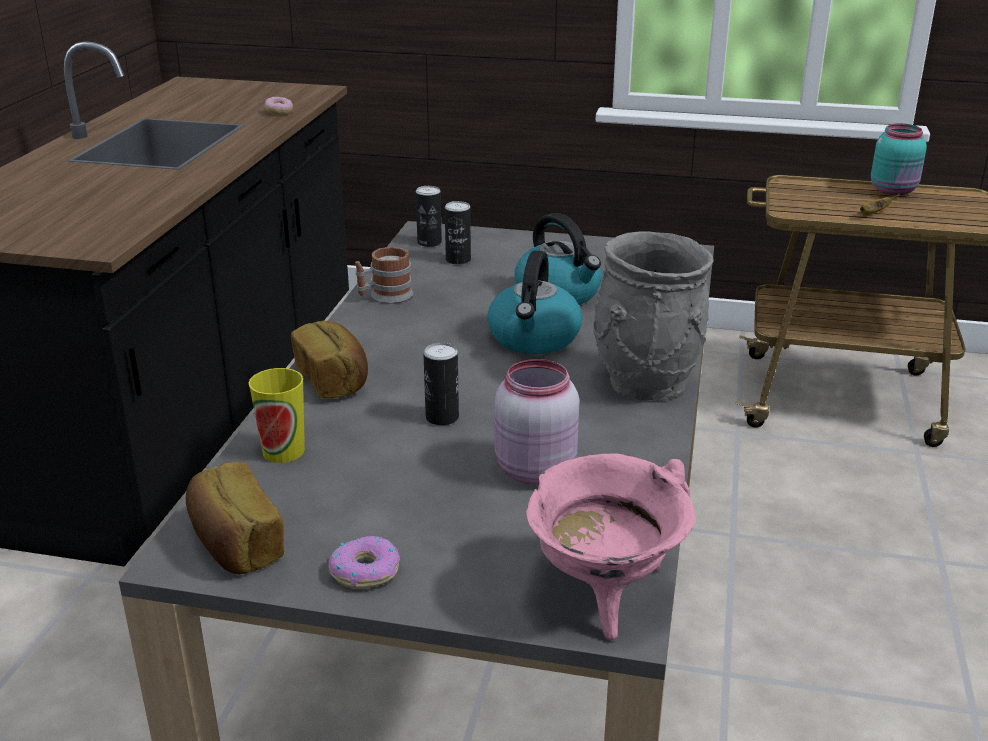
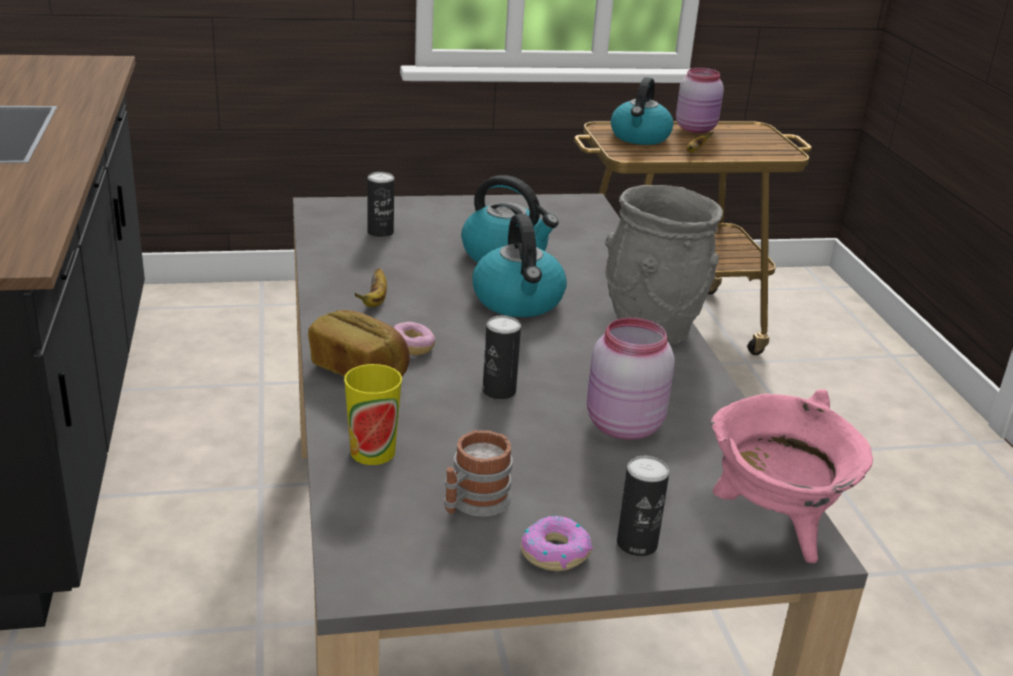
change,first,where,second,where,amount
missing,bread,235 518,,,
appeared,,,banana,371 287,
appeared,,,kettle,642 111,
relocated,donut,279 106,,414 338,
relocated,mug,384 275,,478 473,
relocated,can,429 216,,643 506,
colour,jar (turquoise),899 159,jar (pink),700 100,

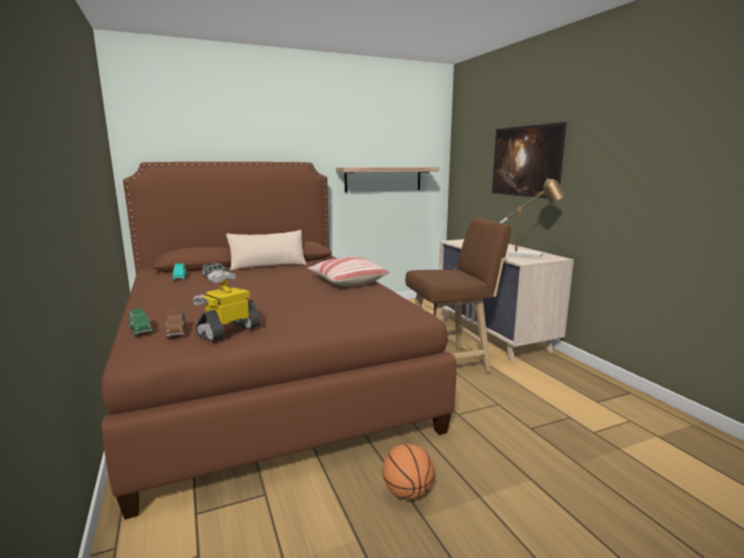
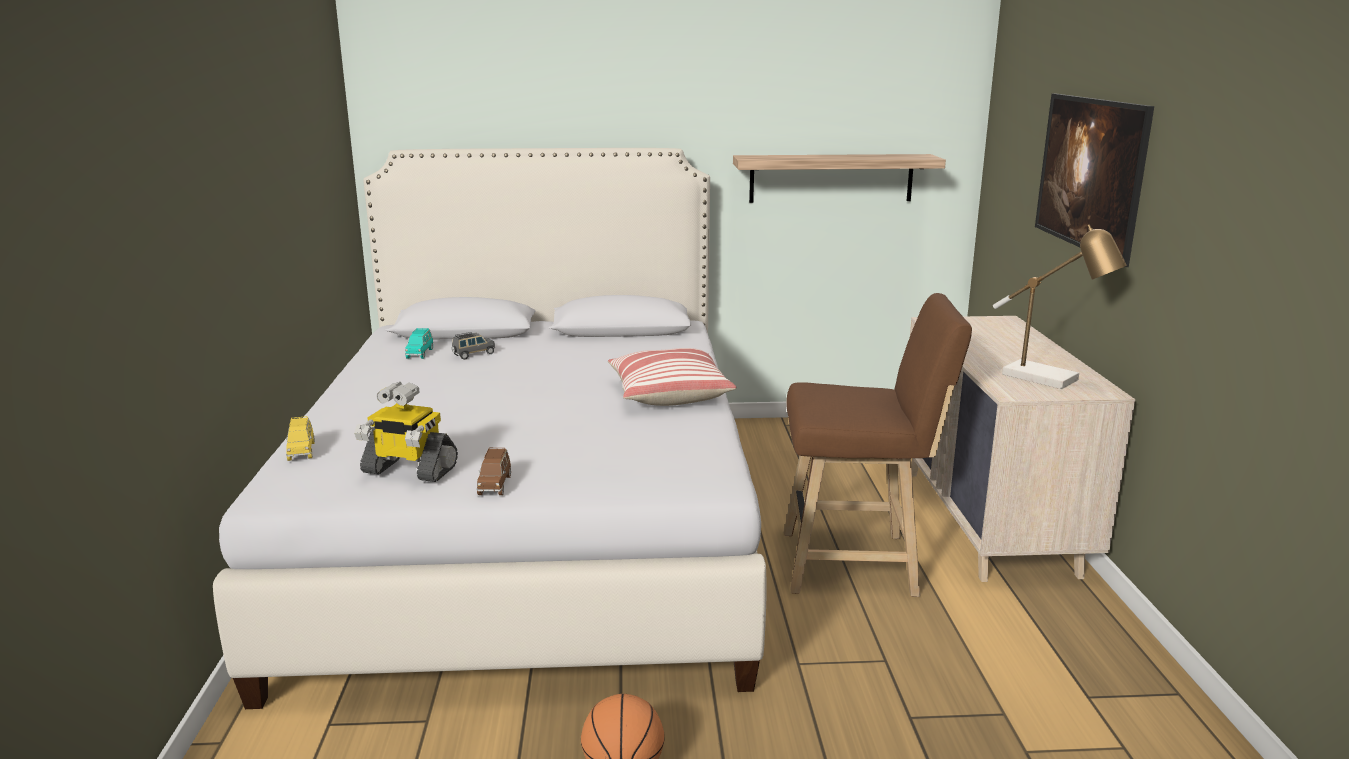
change,first,where,second,where,amount
missing,pillow (beige),266 250,,,
relocated,toy car (brown),176 324,,494 471,
colour,bed (brown),278 341,bed (white),490 428,
colour,toy car (green),141 322,toy car (yellow),300 438,
spun,toy robot,227 305,,406 432,135 degrees counterclockwise

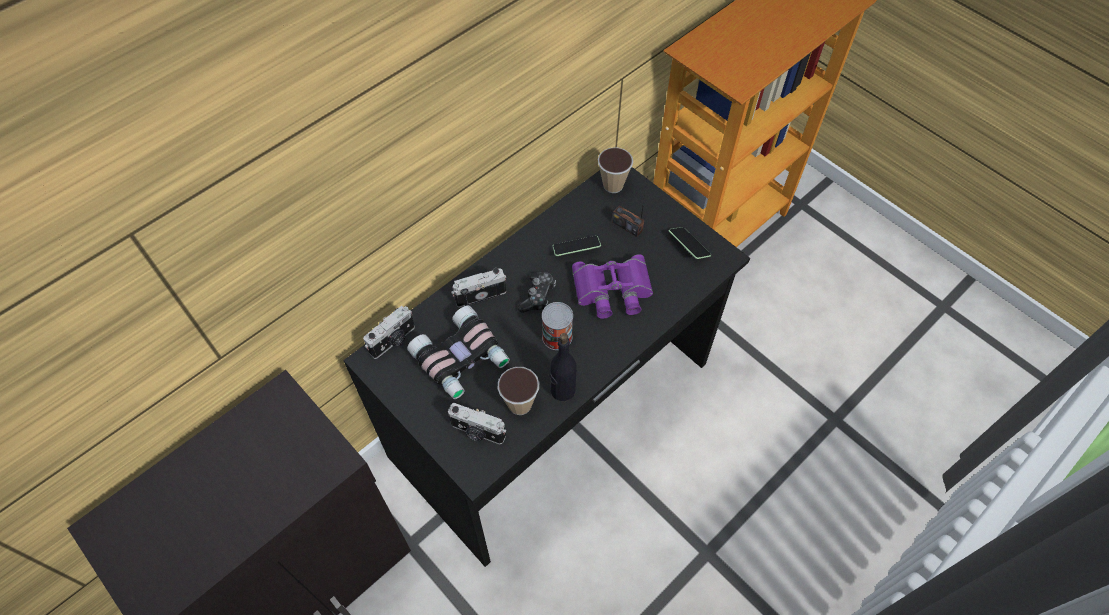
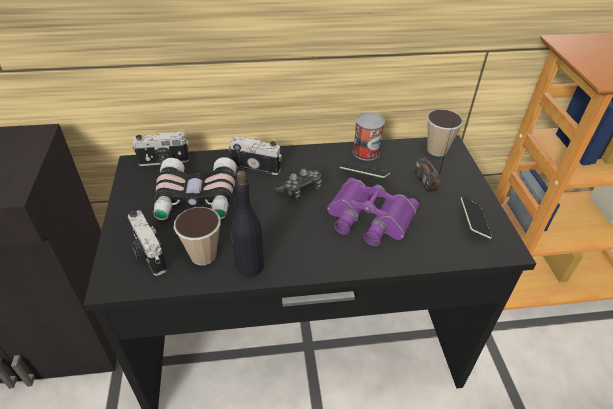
change,first,where,second,where,amount
relocated,can,557 326,,369 137,

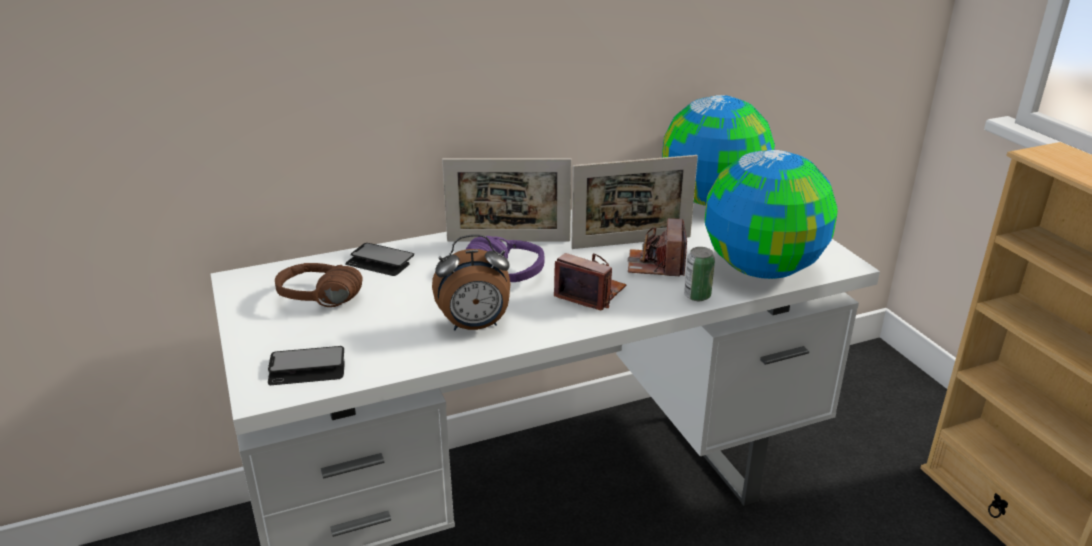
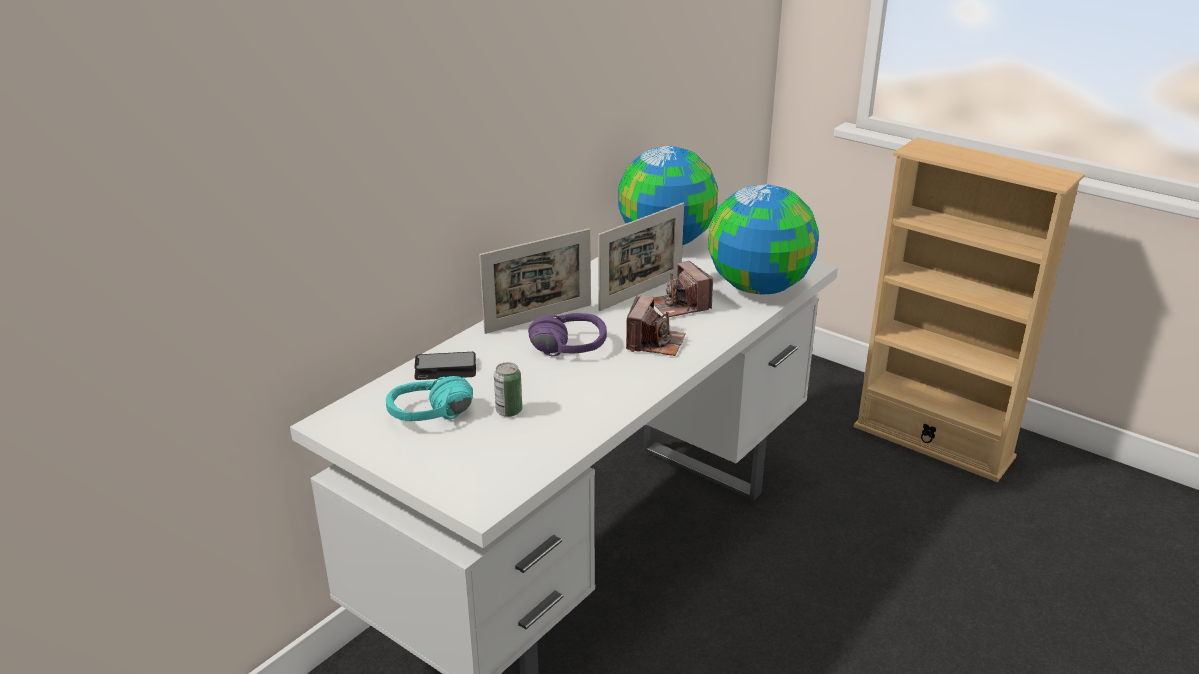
change,first,where,second,where,amount
missing,phone,306 365,,,
missing,alarm clock,471 282,,,
relocated,can,699 274,,508 389,
colour,headphones (brown),319 285,headphones (turquoise),429 398,
spun,photo camera,590 281,,656 325,105 degrees clockwise

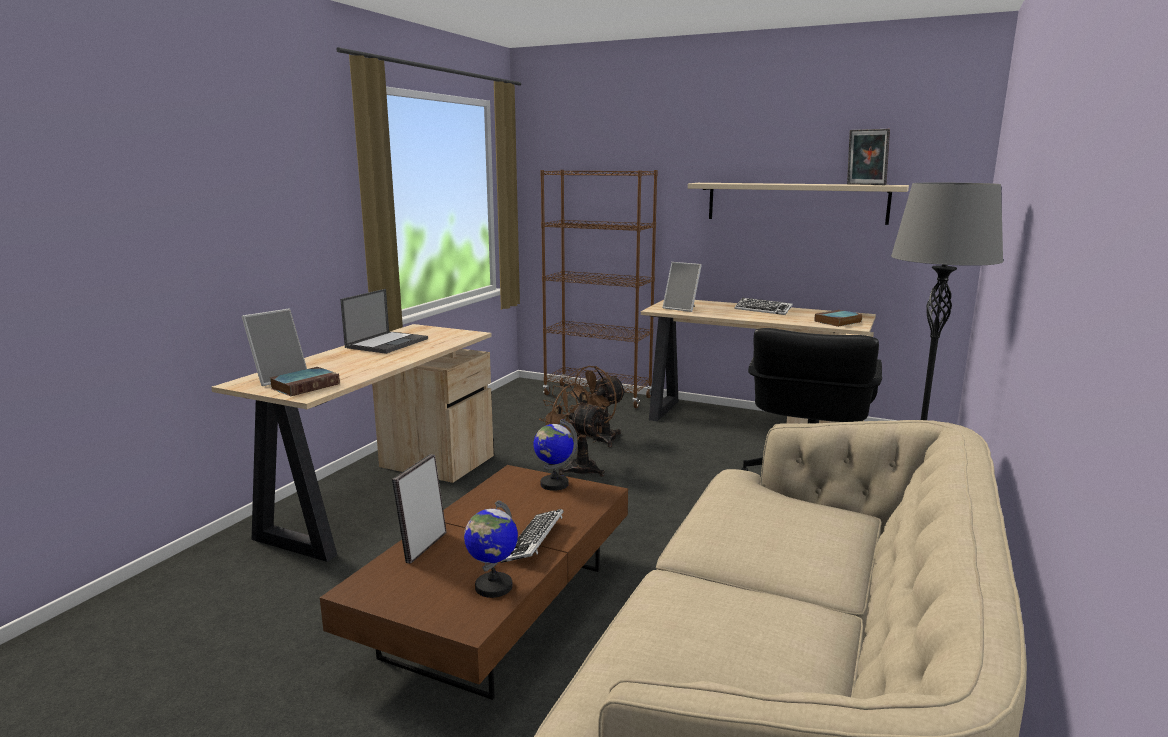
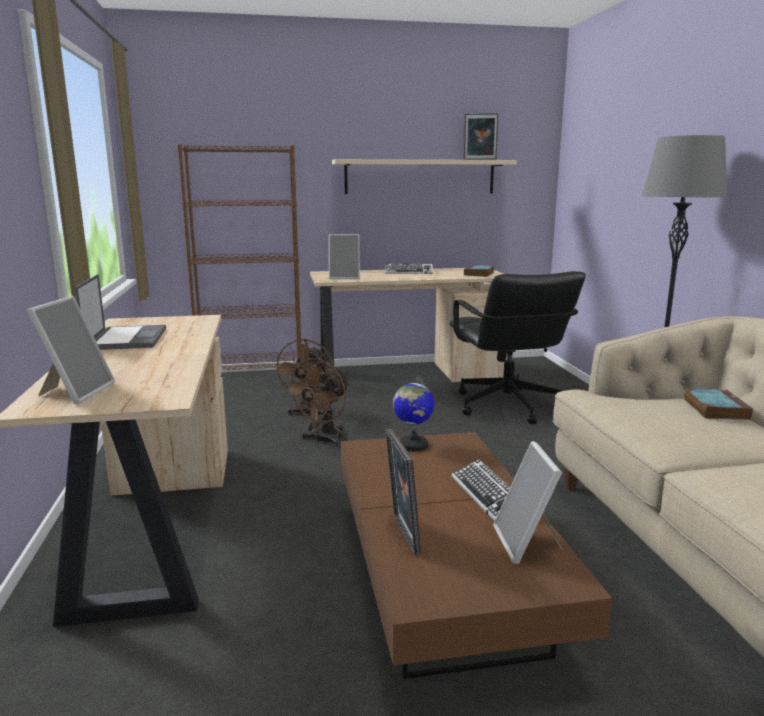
change,first,where,second,where,amount
relocated,book,305 381,,718 404,
exchanged,globe,491 549,picture frame,528 502,
spun,fan (brown),573 429,,316 402,60 degrees counterclockwise

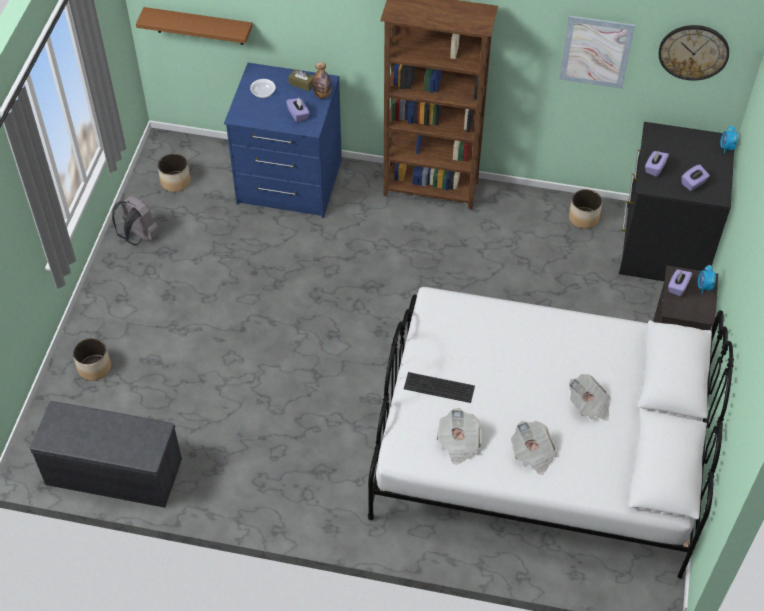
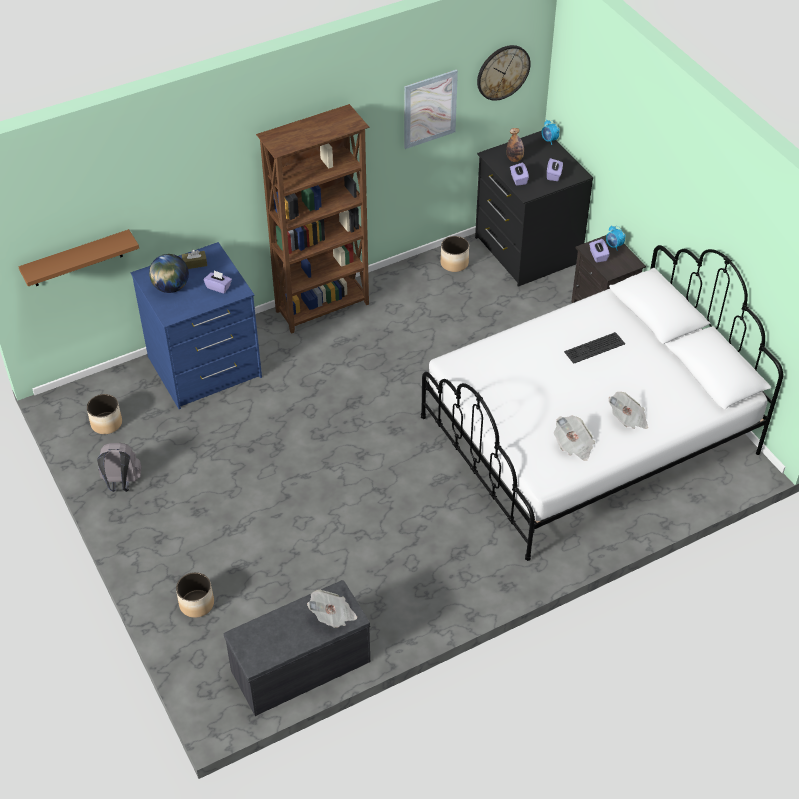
change,first,where,second,where,amount
relocated,bottle,322 80,,515 145,
relocated,keyboard,439 387,,594 348,
relocated,newspaper,589 397,,332 609,
exchanged,bowl,263 88,globe,169 273,

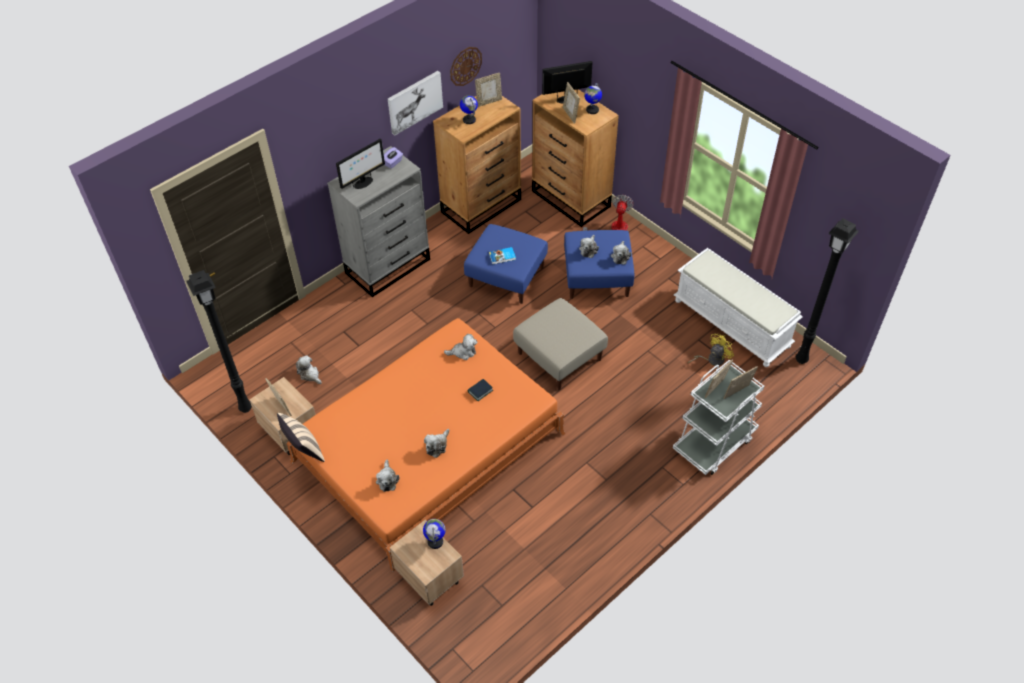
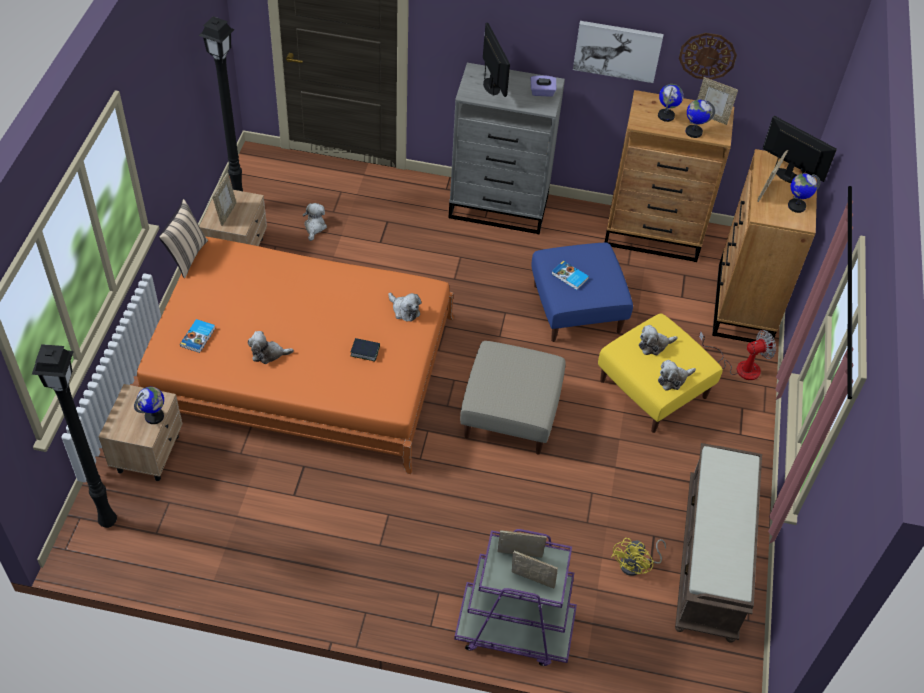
change,first,where,second,where,amount
appeared,,,globe,700 118,
relocated,floor lamp (black),827 291,,74 436,
exchanged,plush toy,387 475,book,197 336,
colour,ottoman (blue),599 264,ottoman (yellow),660 373,
colour,cart (white),718 417,cart (purple),515 597,
colour,bench (white),738 307,bench (brown),718 543,
spun,monitor,360 164,,496 60,120 degrees counterclockwise
spun,fan (yellow),711 349,,638 557,105 degrees clockwise

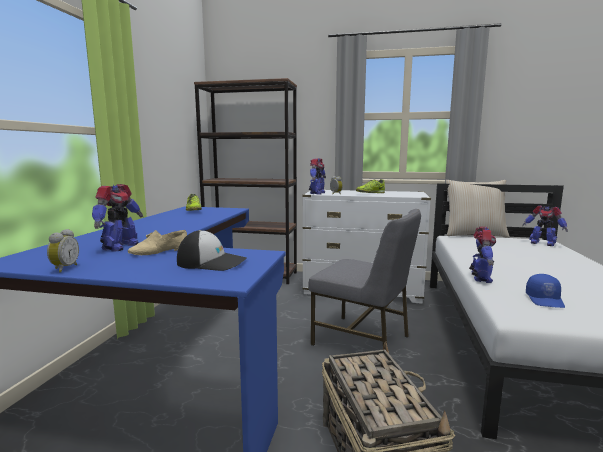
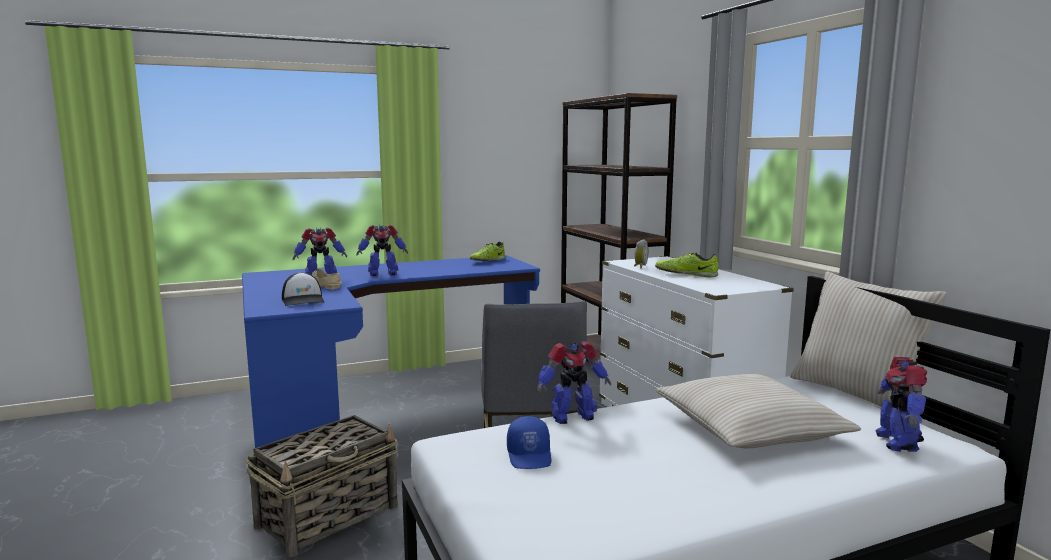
change,first,where,second,where,amount
missing,alarm clock,63 251,,,
appeared,,,pillow (beige),758 411,
relocated,toy robot,317 176,,382 250,
spun,cap (blue),545 291,,529 442,75 degrees counterclockwise

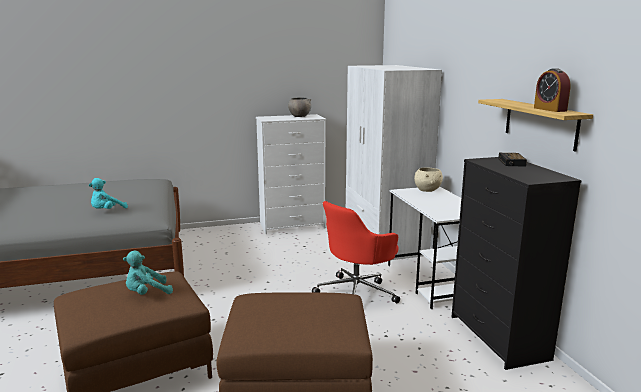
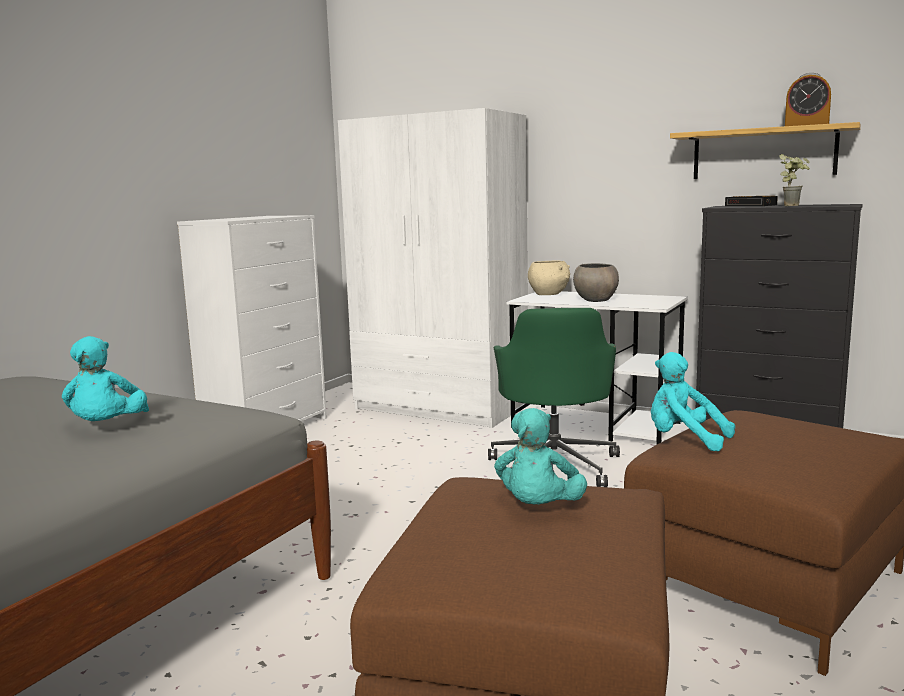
change,first,where,second,where,amount
appeared,,,plush toy (turquoise),693 401,
appeared,,,potted plant,794 180,
relocated,bowl (grey),299 107,,596 282,
colour,office chair (red),356 252,office chair (green),554 397,

